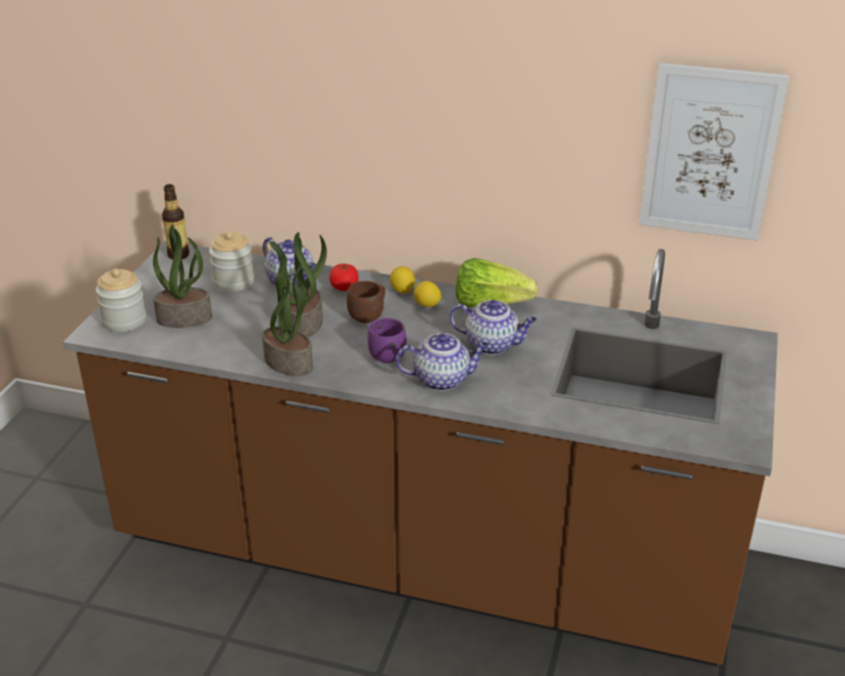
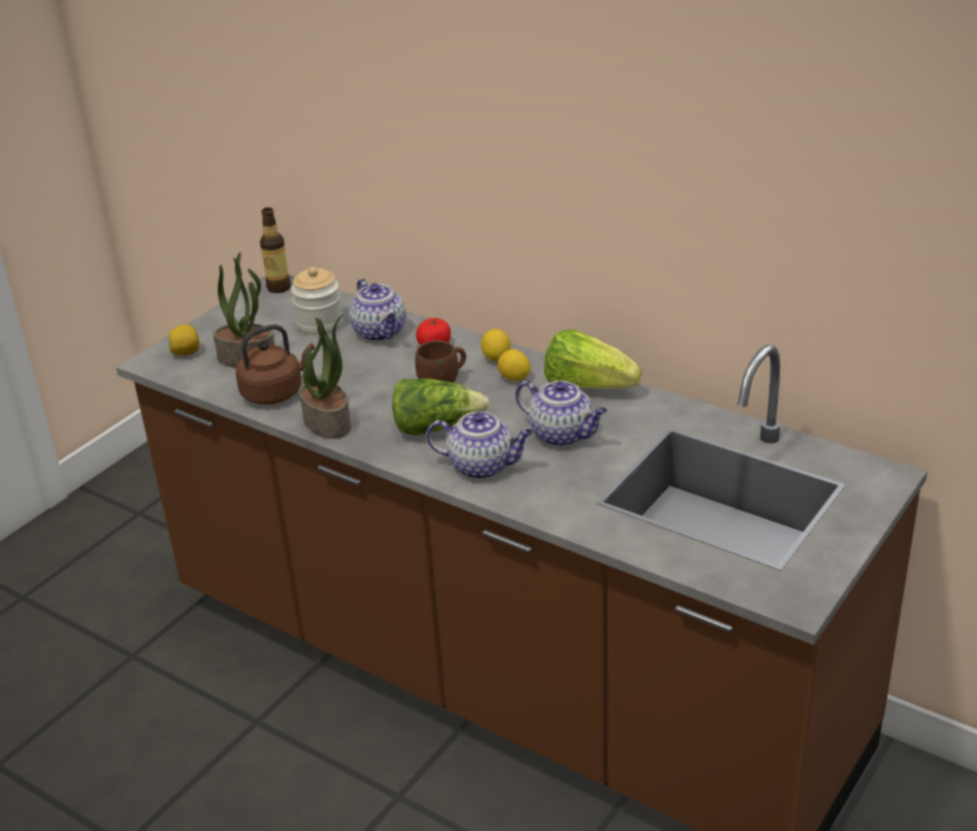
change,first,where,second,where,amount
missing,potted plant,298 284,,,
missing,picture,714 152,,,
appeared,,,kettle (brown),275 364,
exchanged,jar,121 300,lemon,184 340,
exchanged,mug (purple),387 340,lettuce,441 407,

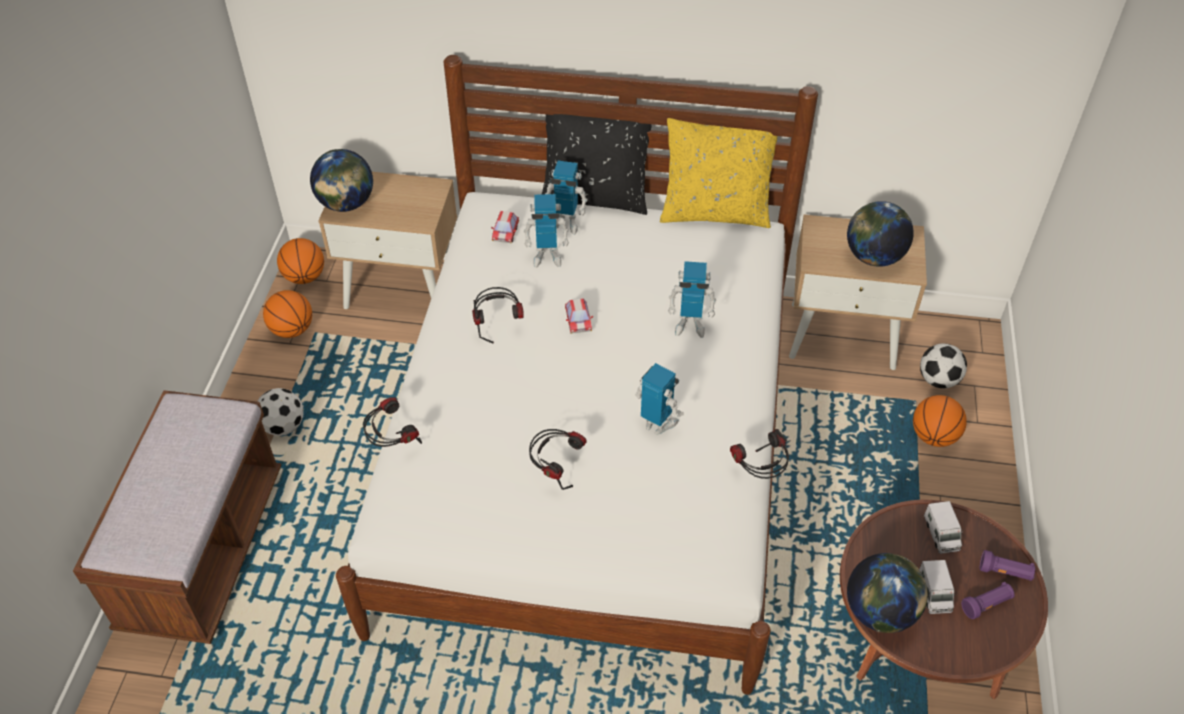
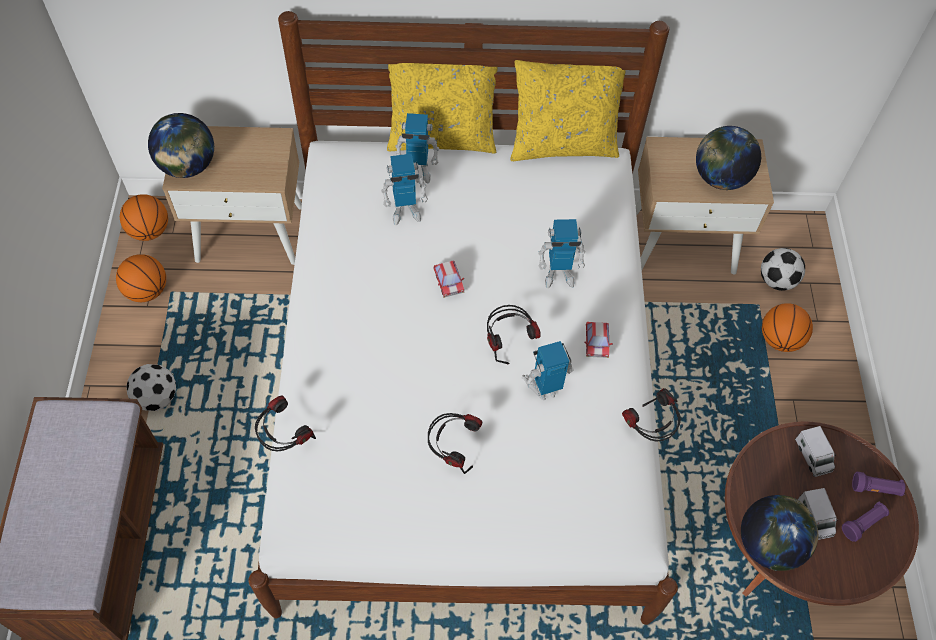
change,first,where,second,where,amount
relocated,headphones,498 315,,514 334,
relocated,toy car,505 227,,598 340,
colour,pillow (black),597 164,pillow (yellow),442 108,
spun,toy robot,659 399,,548 370,45 degrees counterclockwise

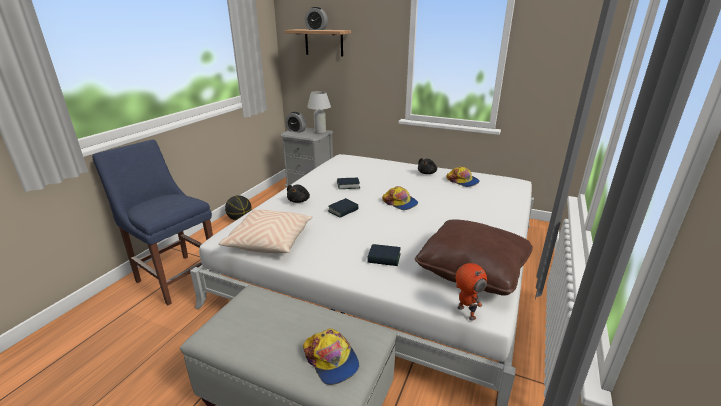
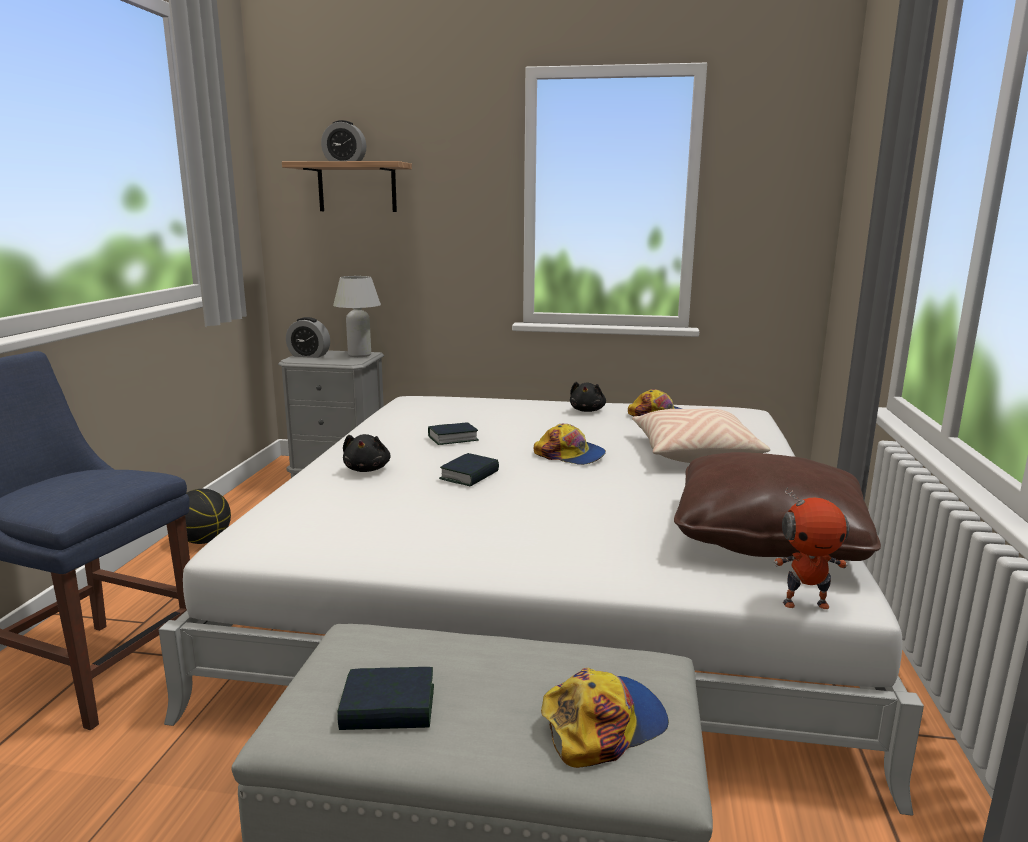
change,first,where,second,where,amount
relocated,pillow (beige),265 231,,701 435,
relocated,book,384 255,,385 698,
spun,cap,331 356,,605 718,75 degrees counterclockwise
spun,toy robot,471 292,,811 548,135 degrees clockwise

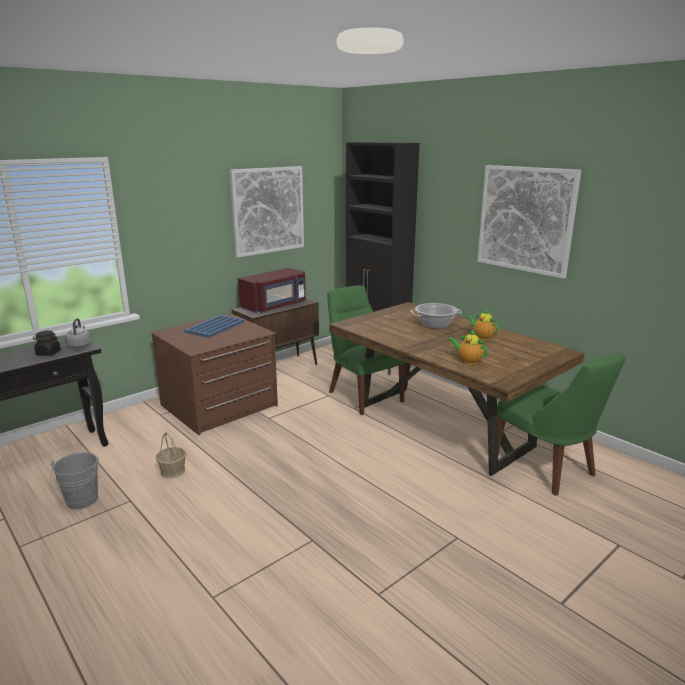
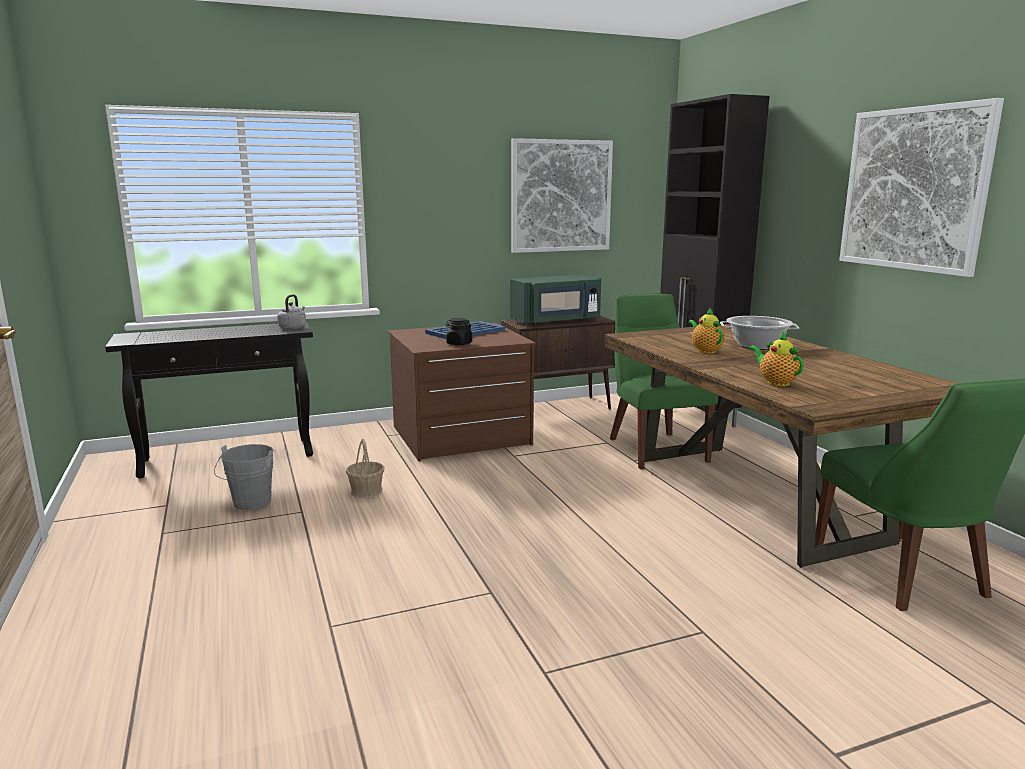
change,first,where,second,where,amount
relocated,jar (black),47 343,,459 331,
relocated,teapot,482 324,,706 331,
colour,microwave (red),272 290,microwave (green),555 299,

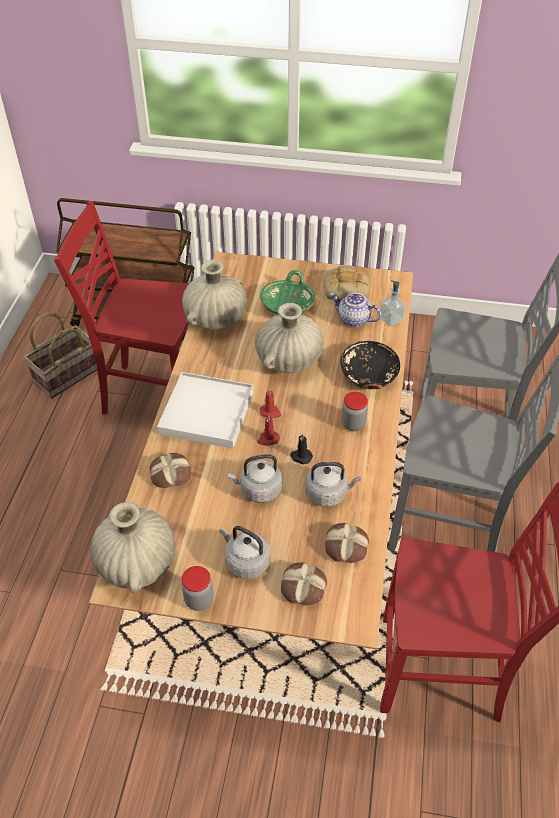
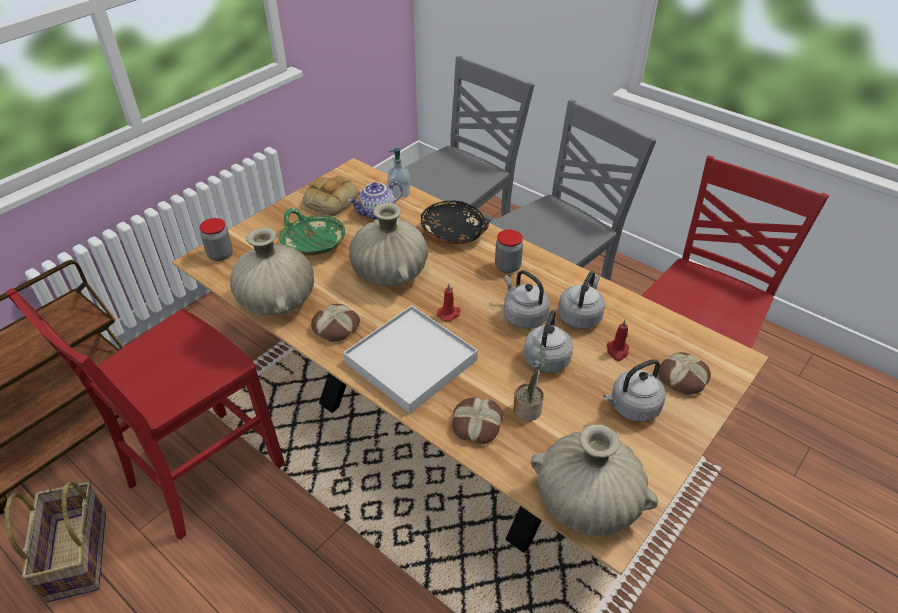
change,first,where,second,where,amount
appeared,,,potted plant,530 383,
relocated,jar,198 588,,216 239,
relocated,candle (red),269 430,,618 340,
relocated,bread,347 543,,335 323,
exchanged,candle (black),301 448,kettle (grey),527 299,

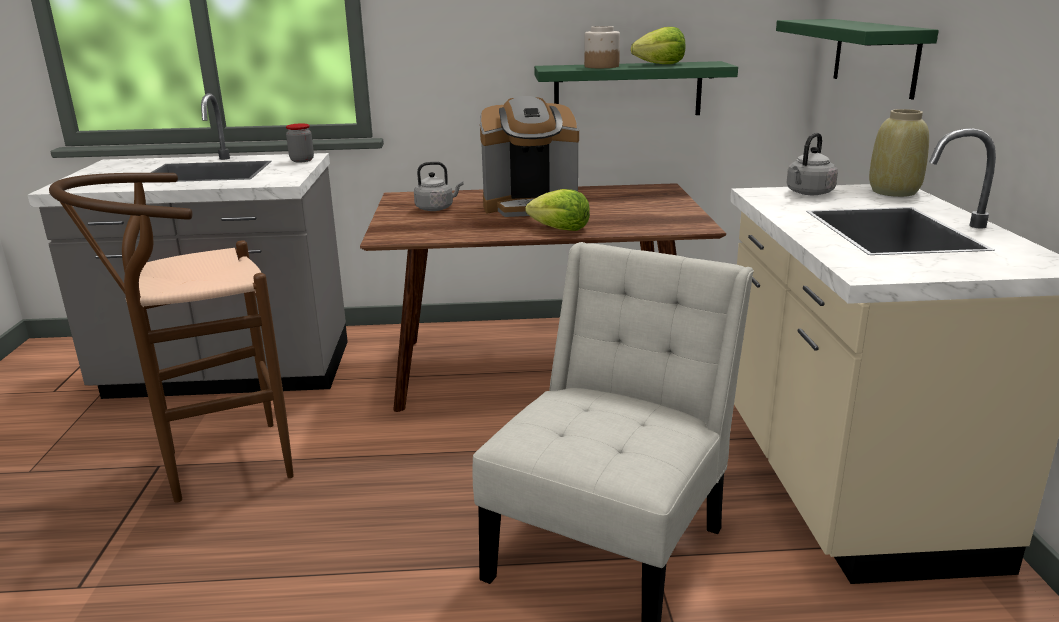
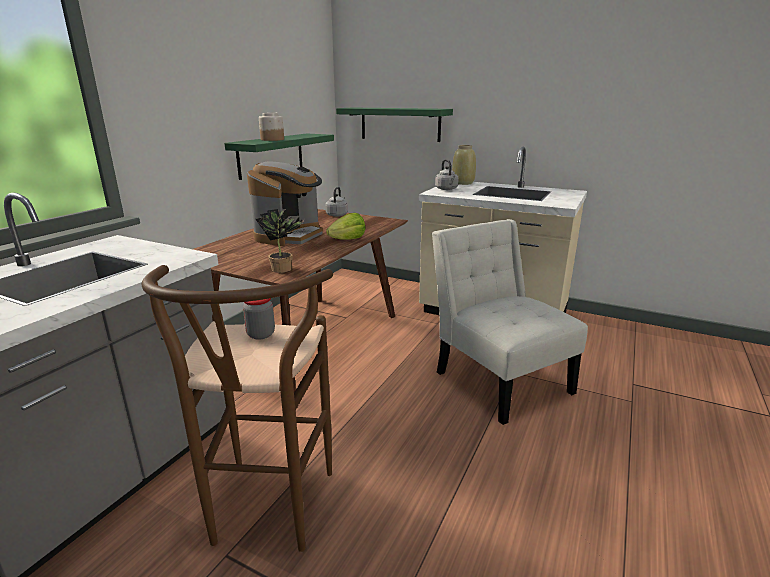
change,first,where,second,where,amount
missing,lettuce,658 45,,,
appeared,,,potted plant,280 241,
relocated,jar,300 143,,259 319,
relocated,kettle (grey),438 186,,336 202,

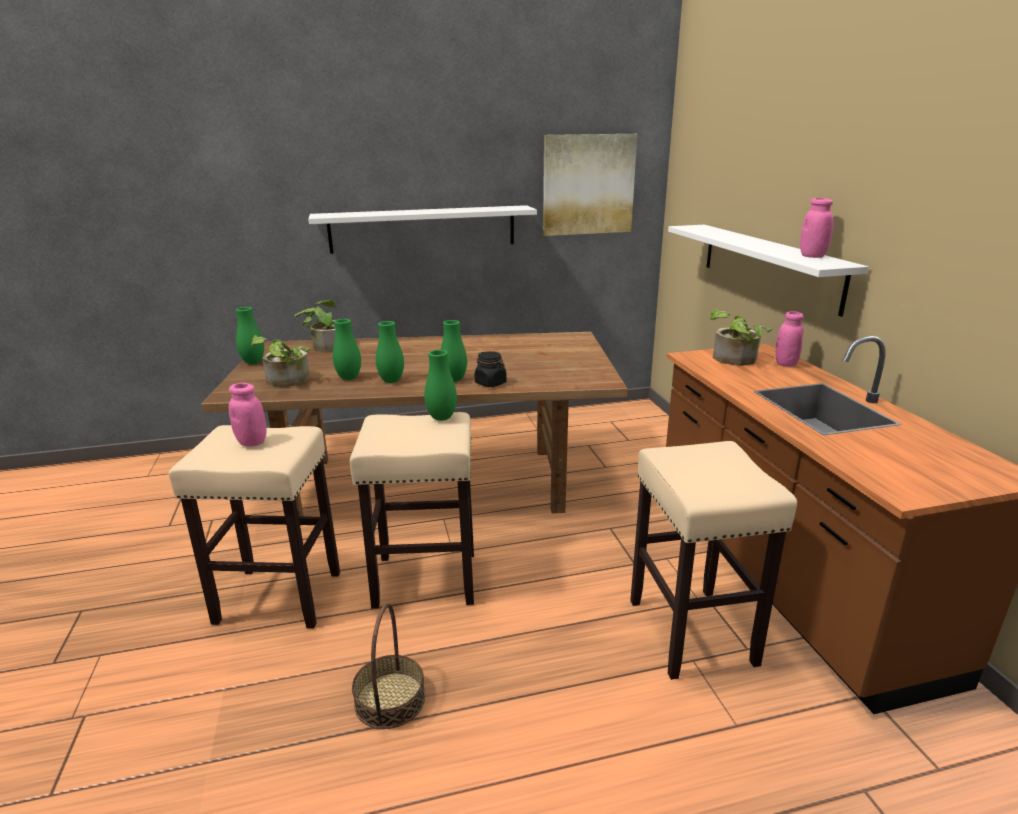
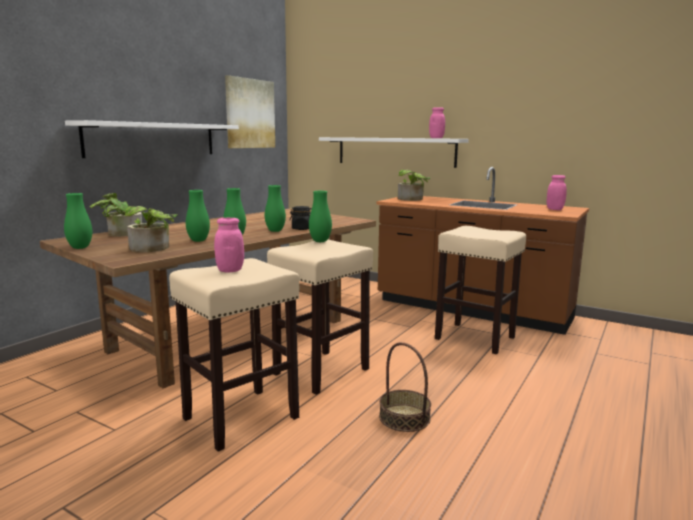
change,first,where,second,where,amount
relocated,jar (pink),789 339,,557 192,

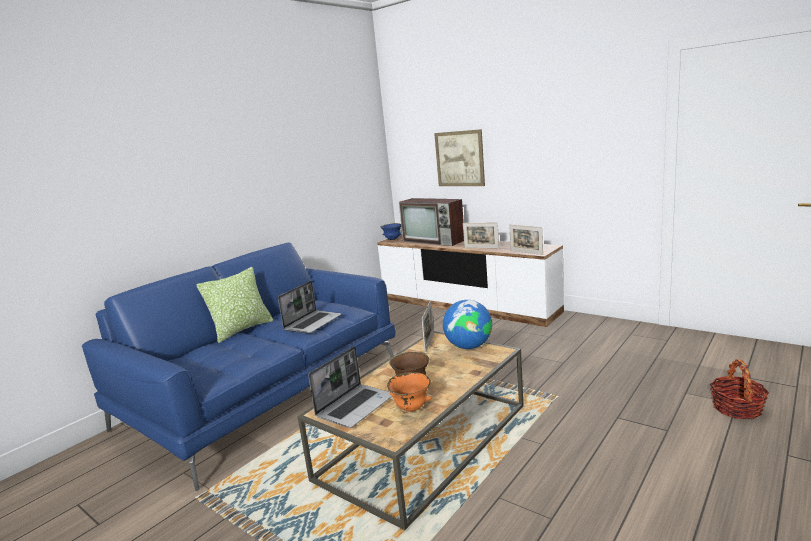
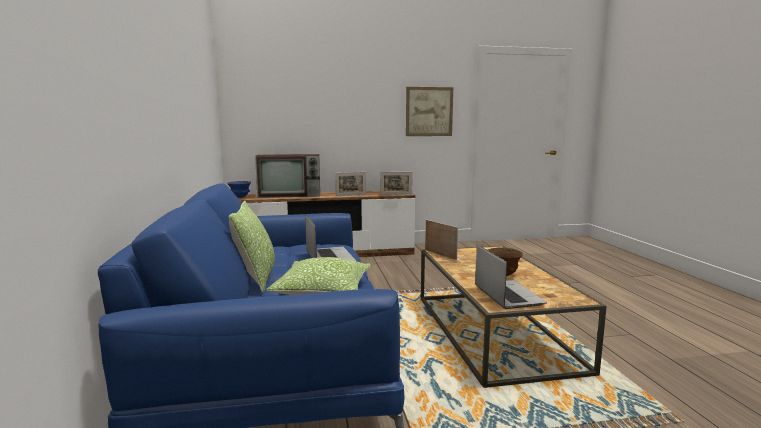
change,first,where,second,where,amount
missing,bowl (orange),409 392,,,
missing,globe,467 324,,,
missing,basket,739 389,,,
appeared,,,pillow,318 276,
relocated,picture,459 157,,429 111,

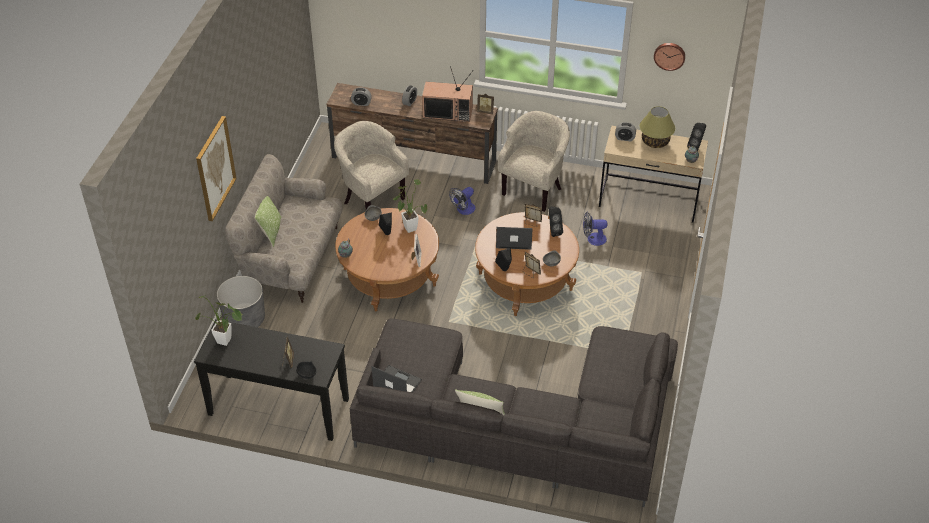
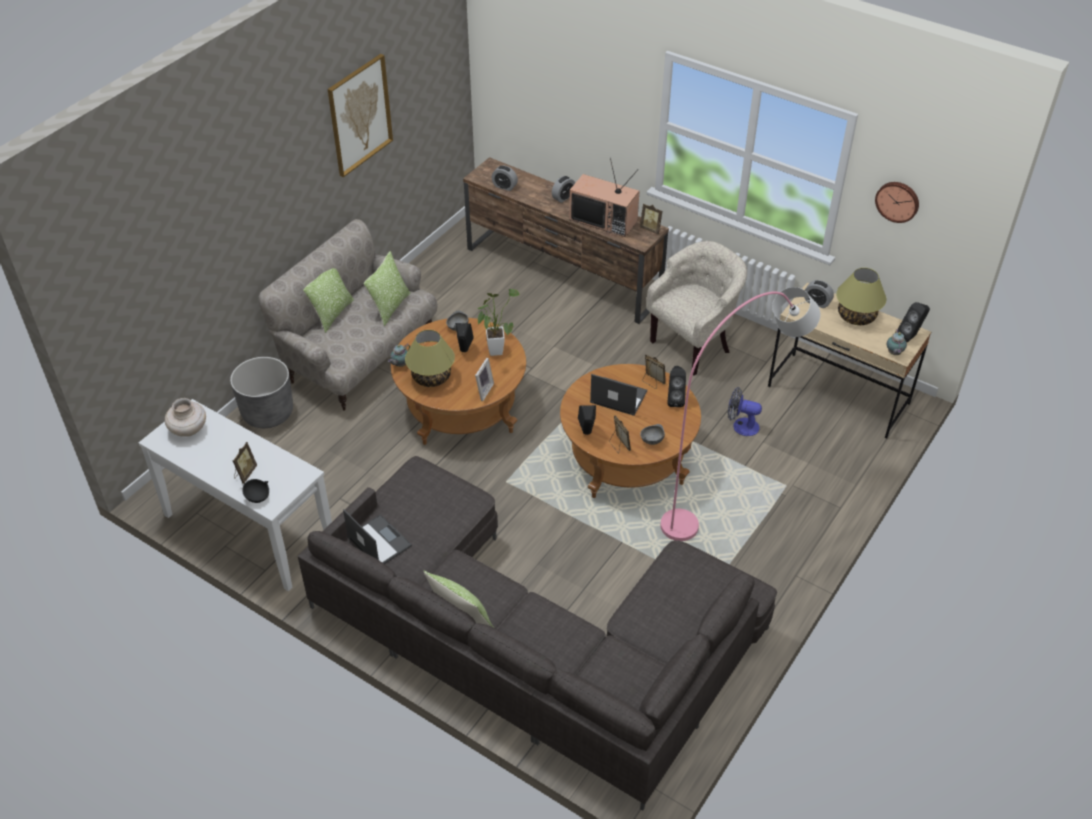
change,first,where,second,where,amount
missing,armchair (beige),371 165,,,
missing,fan,462 201,,,
appeared,,,pillow,386 288,
appeared,,,table lamp,430 358,
appeared,,,floor lamp (pink),740 414,
relocated,picture,216 168,,360 115,
exchanged,potted plant,218 320,vase (beige),185 417,
colour,console table (black),271 380,console table (white),235 495,

